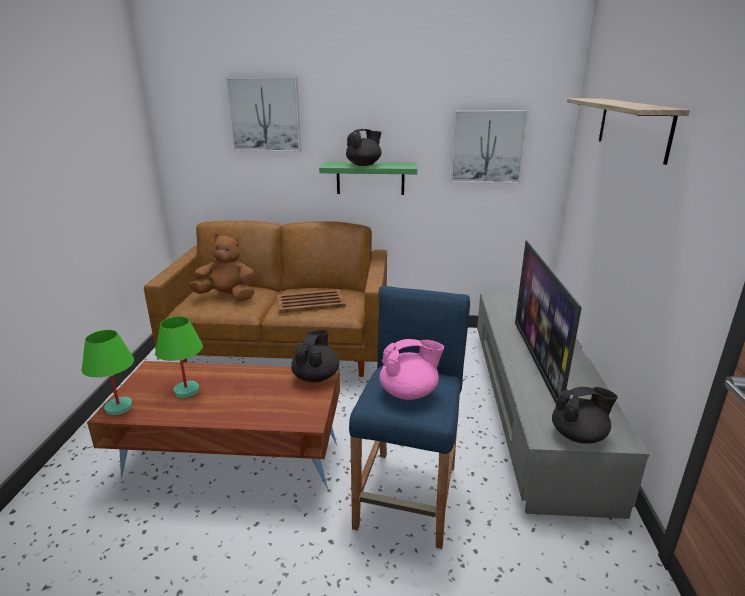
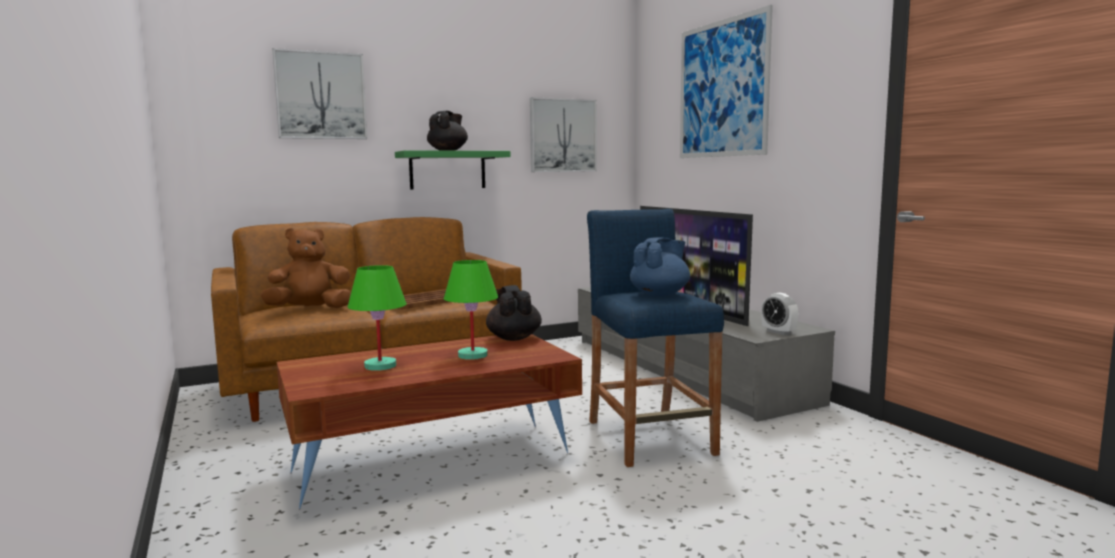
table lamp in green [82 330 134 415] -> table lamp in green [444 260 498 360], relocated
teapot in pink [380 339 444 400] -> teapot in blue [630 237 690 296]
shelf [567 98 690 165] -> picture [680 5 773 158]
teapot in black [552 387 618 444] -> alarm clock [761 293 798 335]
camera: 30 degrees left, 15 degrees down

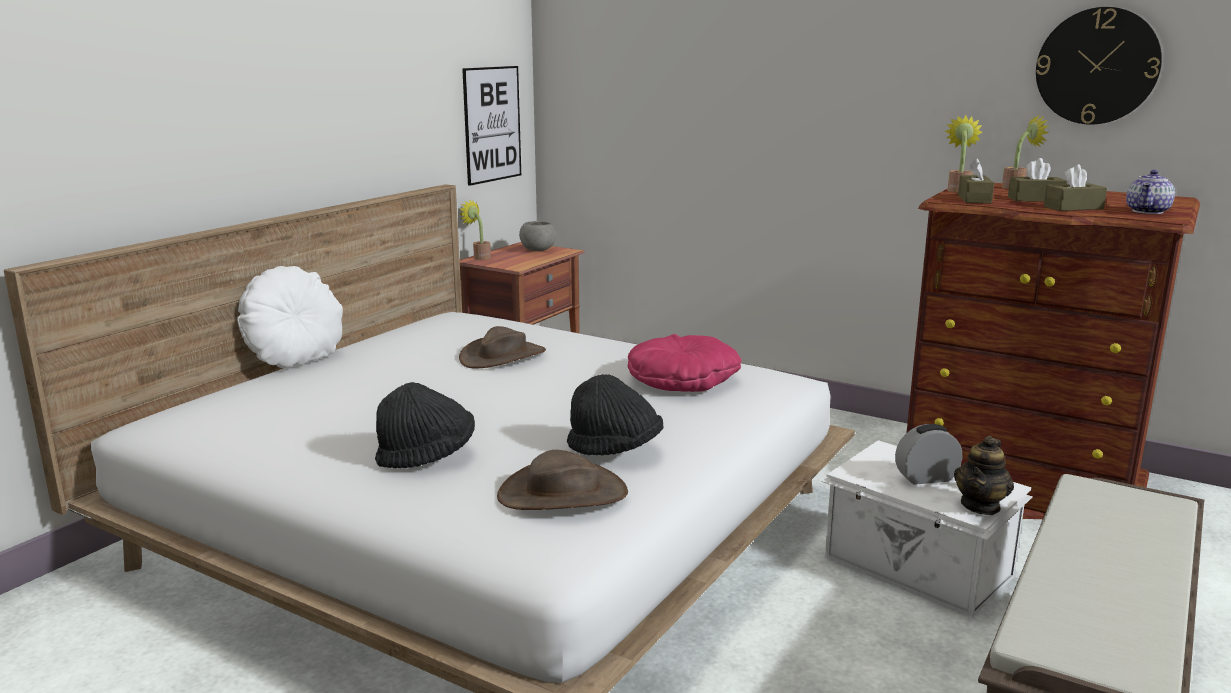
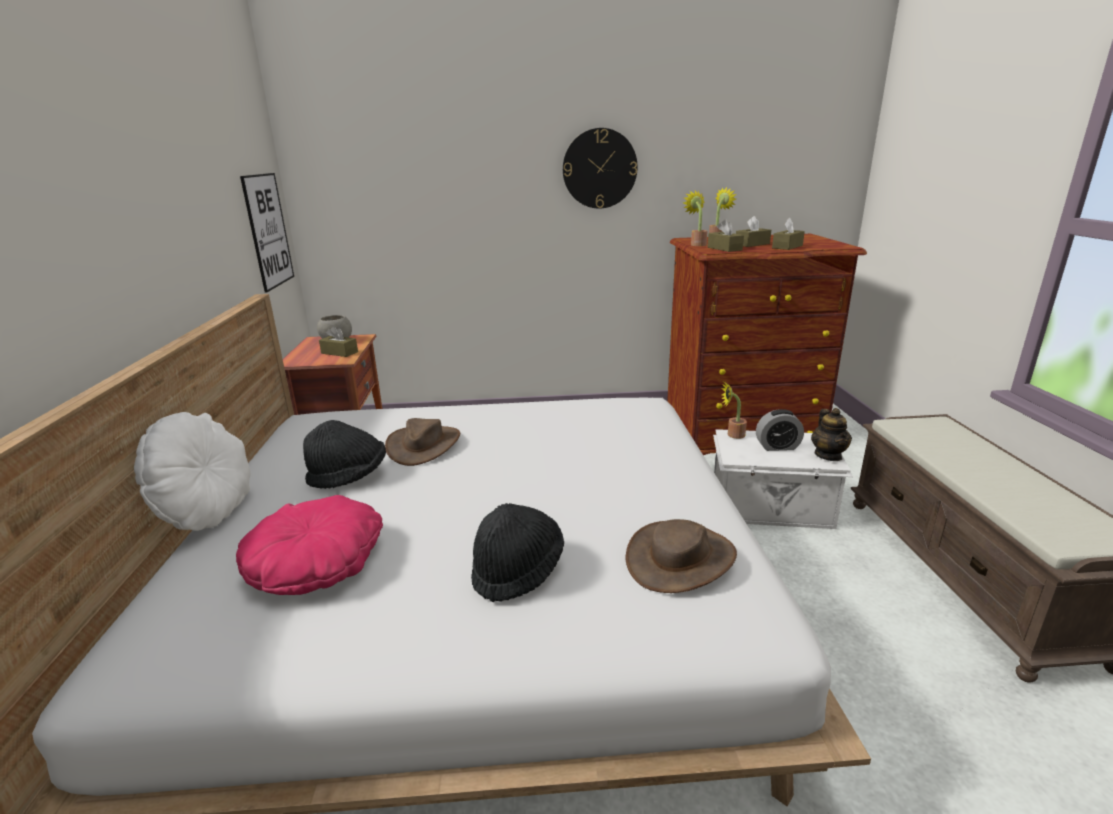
pillow in pink [628 334 741 392] -> pillow in pink [236 495 383 595], relocated
hat in black [567 374 664 455] -> hat in black [303 420 386 489], relocated
none -> tissue box in brown [319 326 358 357]
wall clock [1036 7 1162 125] -> wall clock [563 128 638 209], relocated
potted plant [459 199 491 260] -> potted plant [721 381 747 439], relocated
alarm clock [895 424 962 485] -> alarm clock [756 409 804 451], 135 degrees counterclockwise
teapot [1126 170 1175 214] -> none
camera: 35 degrees left, 5 degrees up

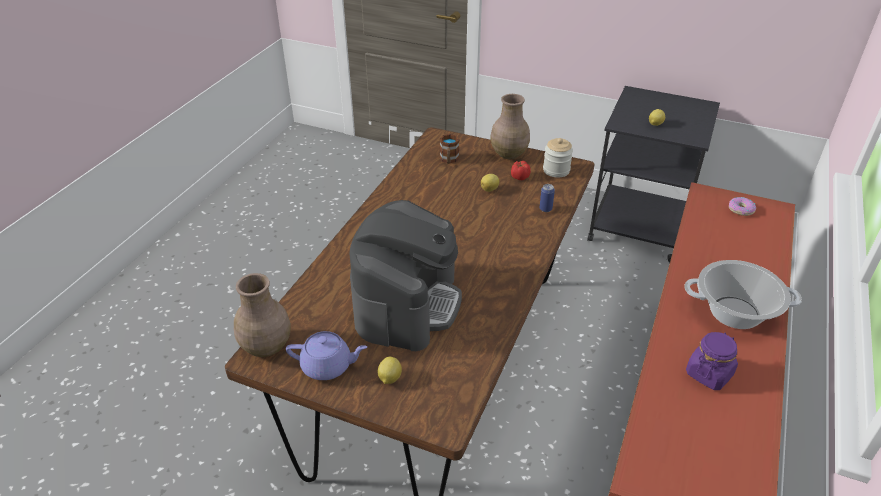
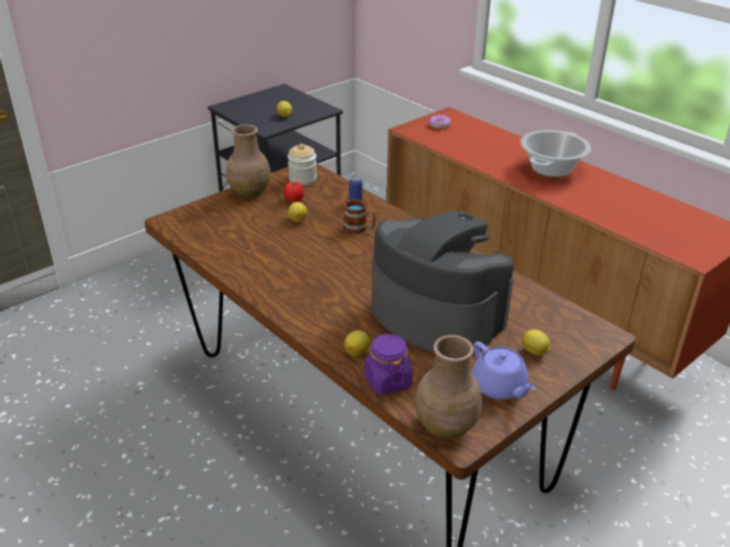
mug [440 134 460 164] -> mug [344 199 376 234], relocated
none -> lemon [344 330 369 357]
jar in purple [686 332 738 390] -> jar in purple [364 333 413 395], relocated
teapot in purple [286 331 367 380] -> teapot in purple [472 341 536 400], 120 degrees clockwise
camera: 65 degrees left, 5 degrees down

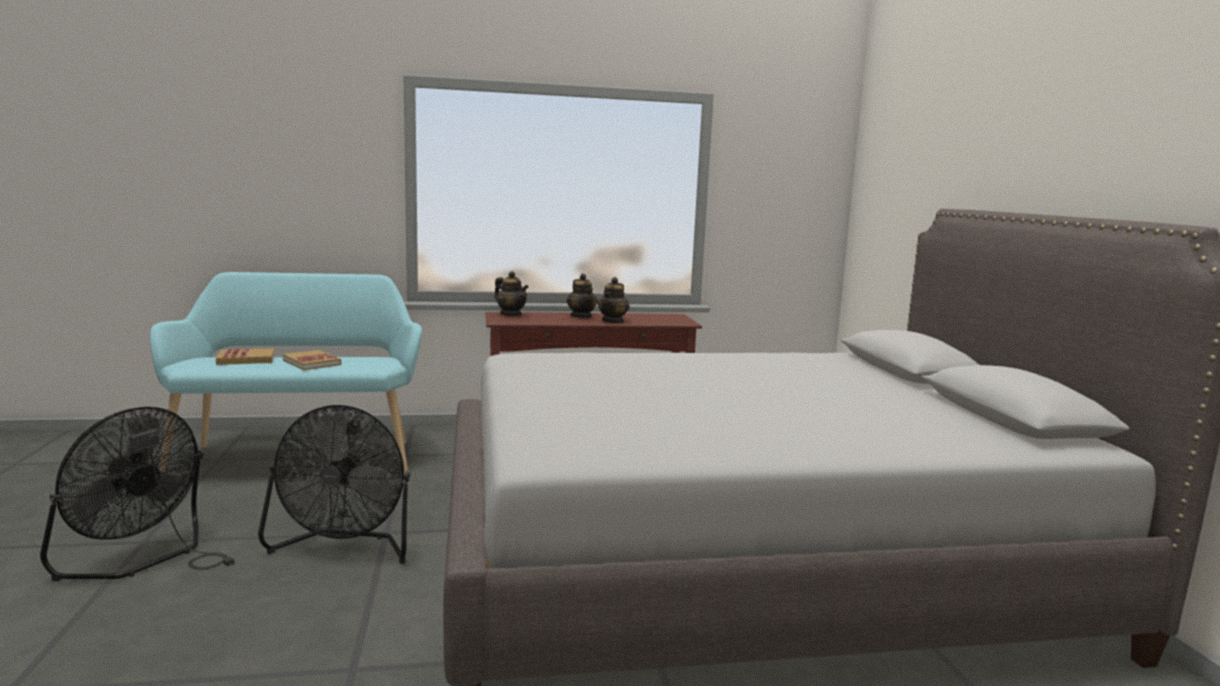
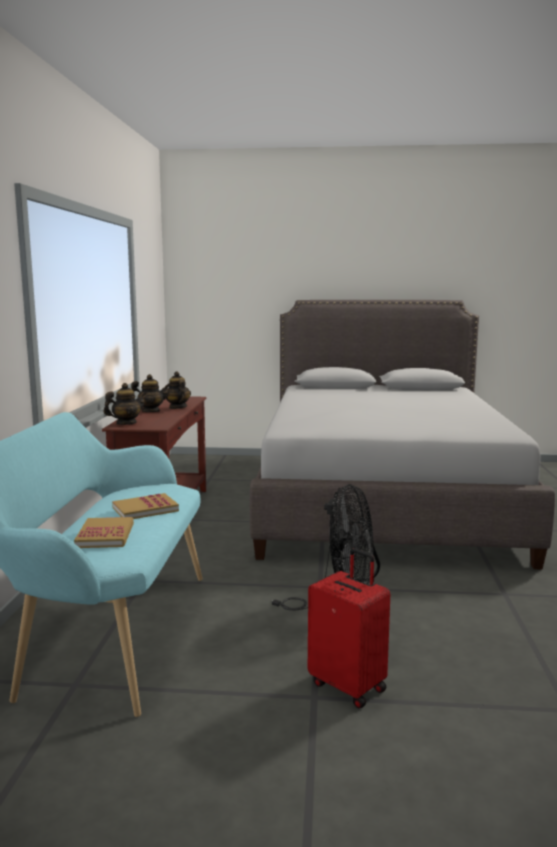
teapot [598 277 630 323] -> teapot [166 371 191 409], 150 degrees counterclockwise
fan in black [40 407 234 581] -> suitcase in red [308 548 390 708]
camera: 75 degrees left, 0 degrees up

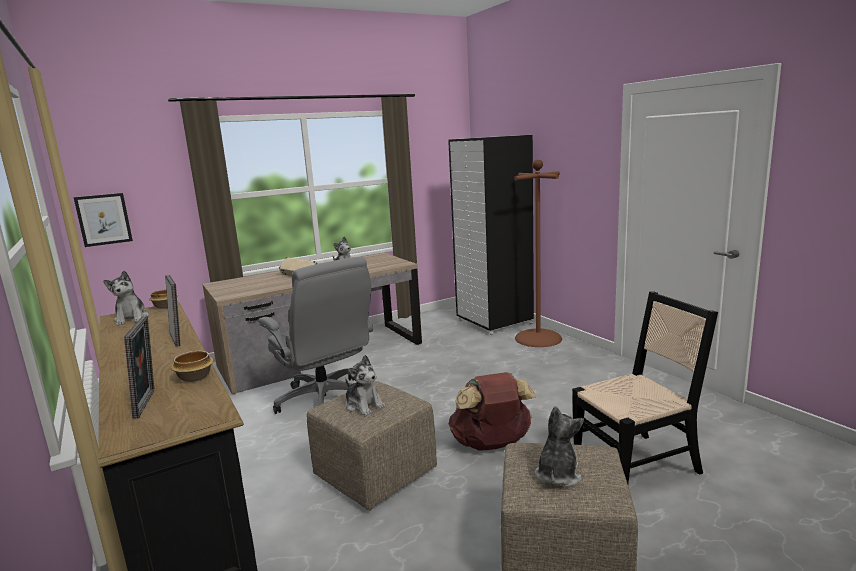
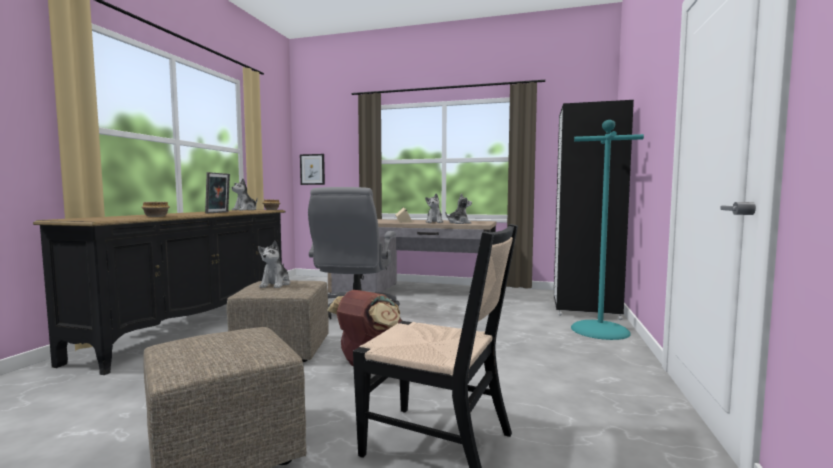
plush toy [535 406 584 487] -> plush toy [445 193 472 224], relocated
clothes rack in brown [514 160 562 347] -> clothes rack in turquoise [571 120 644 340]
picture frame [124 316 154 419] -> none
camera: 45 degrees right, 10 degrees down

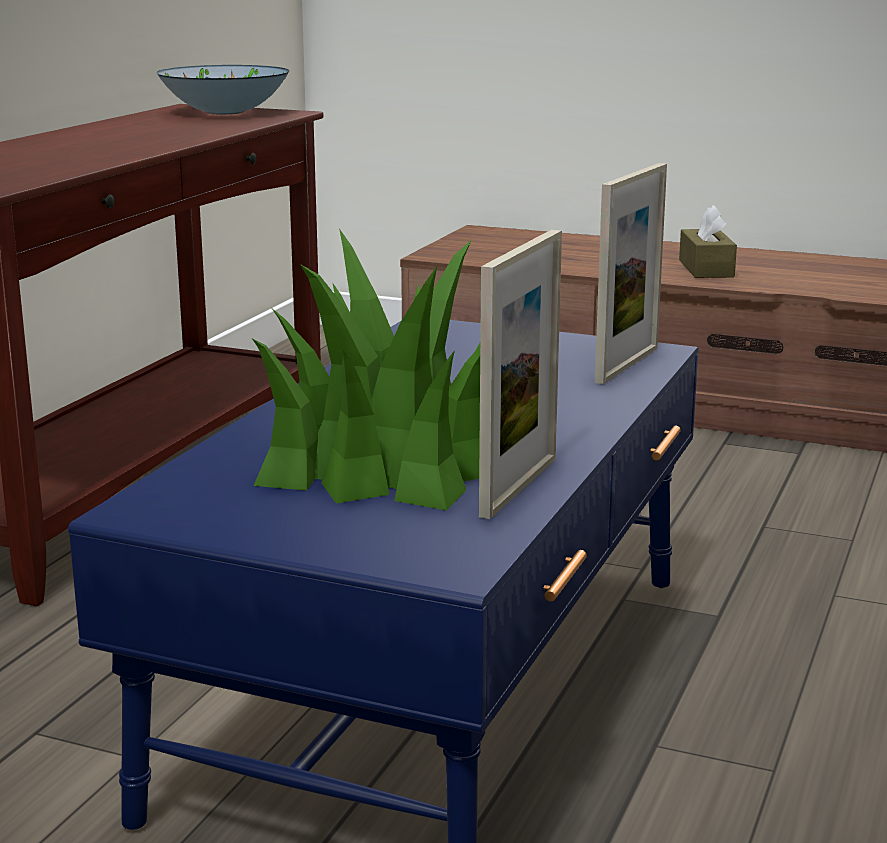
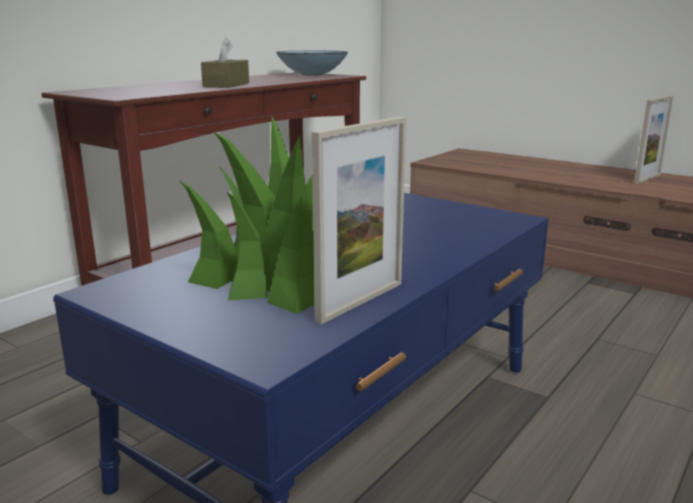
tissue box in brown [679 205 737 278] -> tissue box in brown [201 37 249 88], relocated
picture frame [595 163 667 384] -> picture frame [634 96 673 184], relocated
camera: 15 degrees right, 0 degrees up

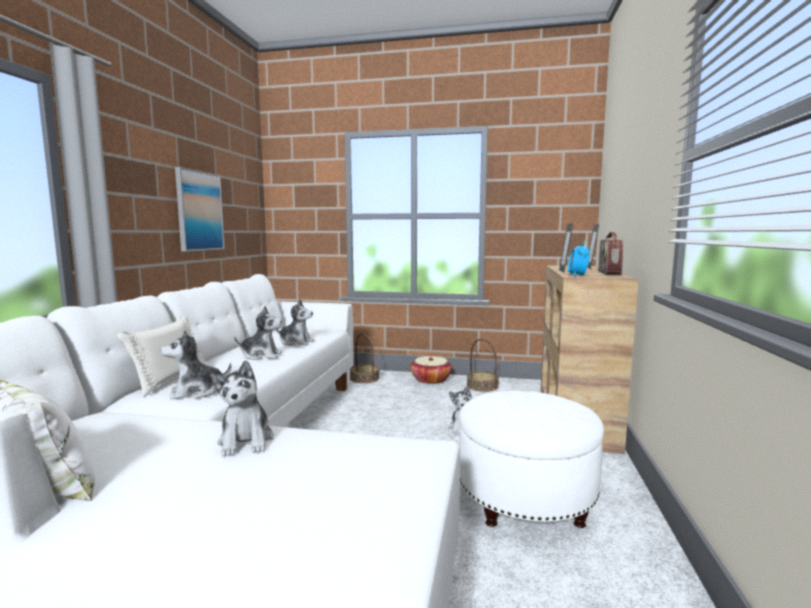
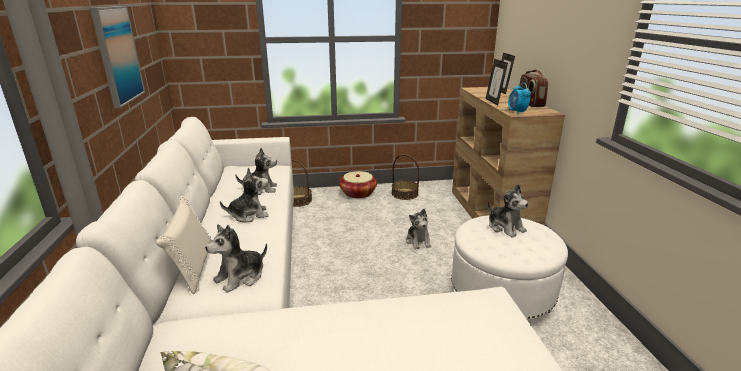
plush toy [211 360 274 457] -> plush toy [488 184 529 238], relocated
camera: 20 degrees left, 15 degrees up

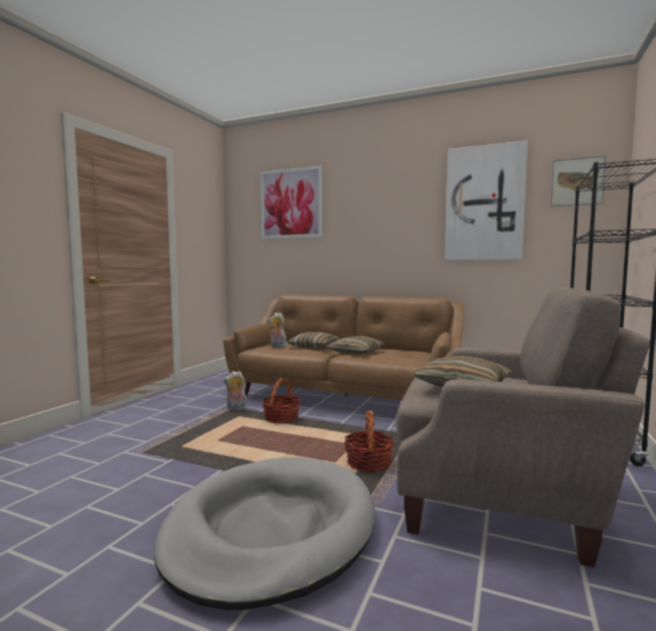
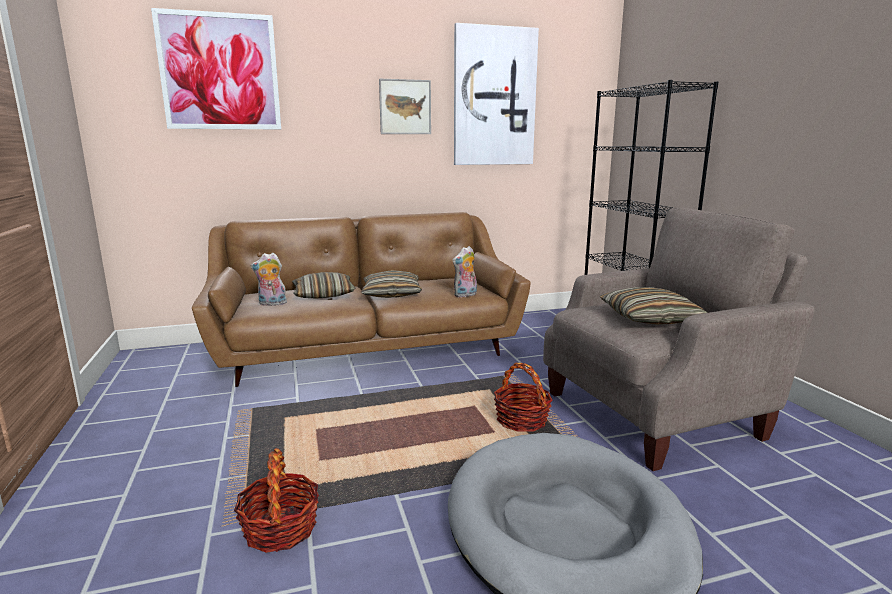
basket [262 378 300 423] -> basket [234 448 319 553], relocated
picture [550 155 606 207] -> picture [379 79 431 134], relocated
plush toy [223 371 247 410] -> plush toy [452 246 477 297], relocated
camera: 40 degrees left, 10 degrees up

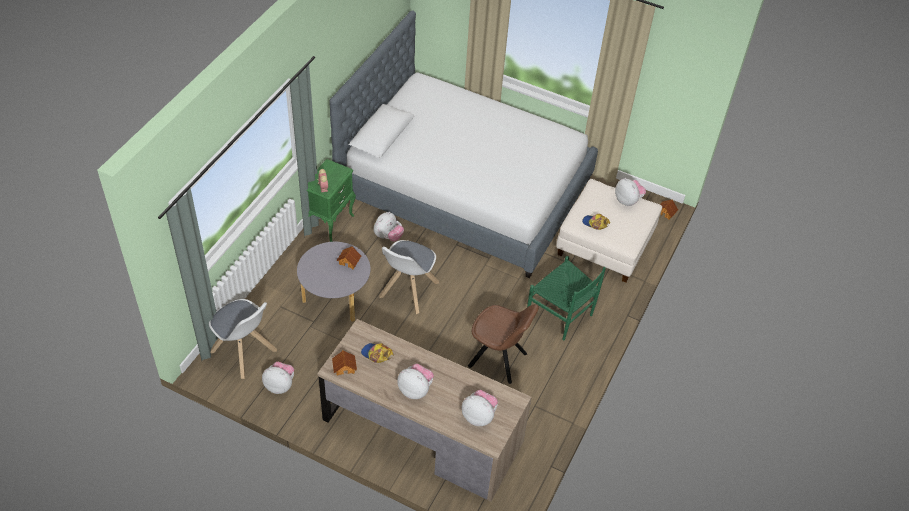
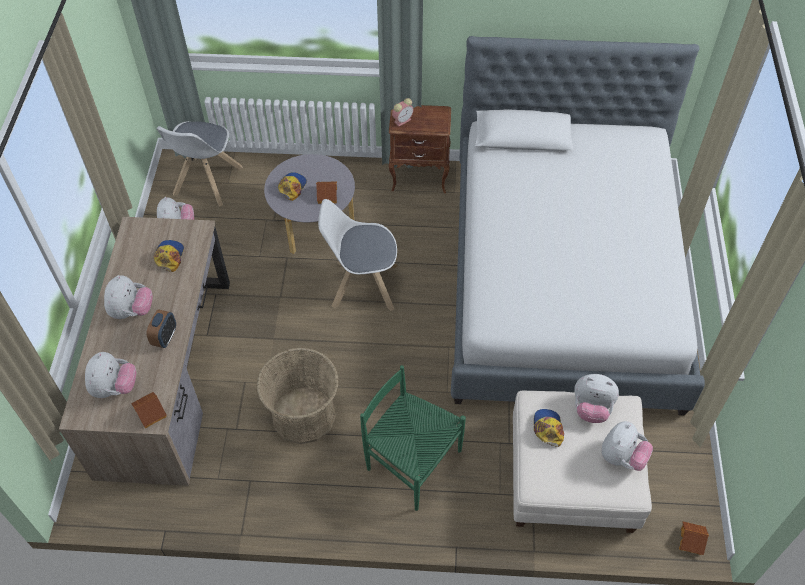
toy house [332 350 357 376] -> toy house [131 392 167 428], relocated
none -> alarm clock [146 309 176 348]
chair in brown [468 304 539 384] -> basket [257 348 339 444]
none -> cap [278 172 307 201]
chair in green [527 256 606 341] -> chair in green [360 365 466 511], 105 degrees clockwise
nightstand in green [307 159 356 242] -> nightstand in brown [389 105 451 193]
plush toy [374 212 404 242] -> plush toy [574 374 619 423], relocated
camera: 70 degrees right, 5 degrees up

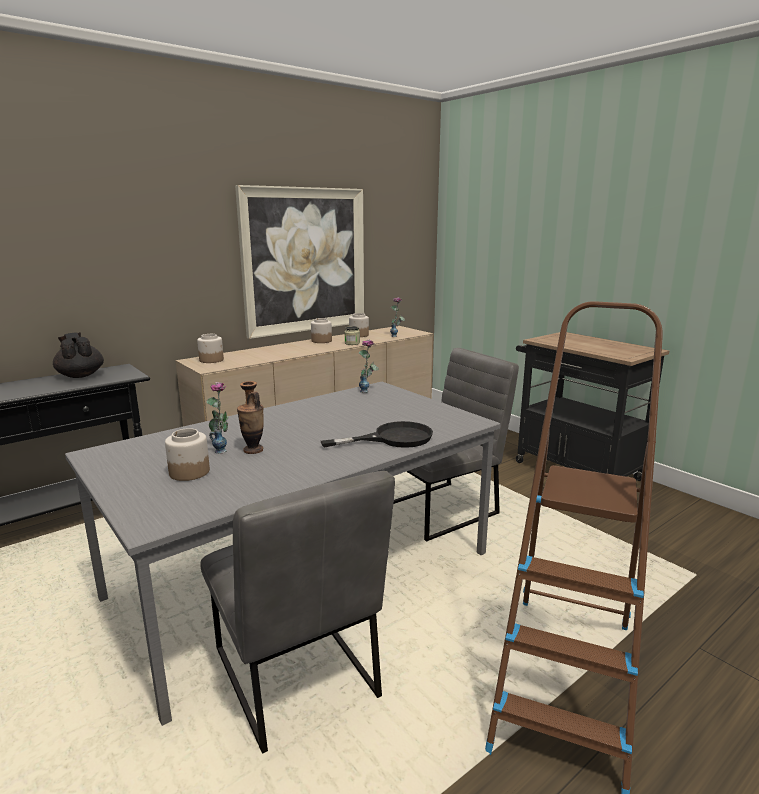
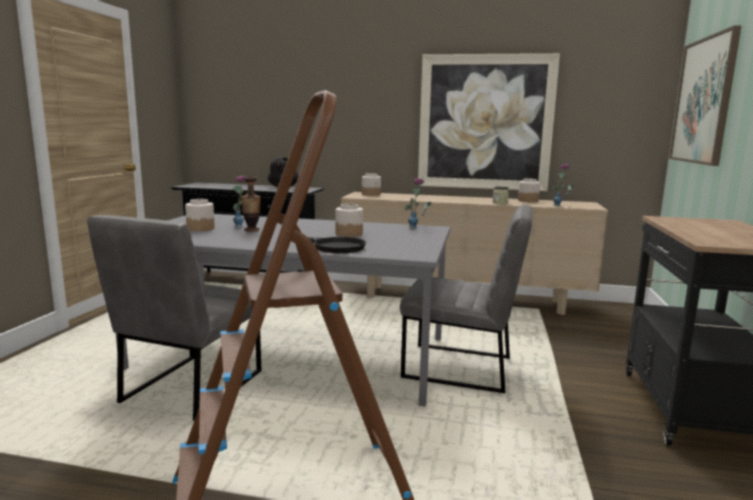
jar [311 318 332 343] -> jar [336 203 363 237], relocated
none -> picture [669 25 742 166]
camera: 50 degrees right, 5 degrees down

